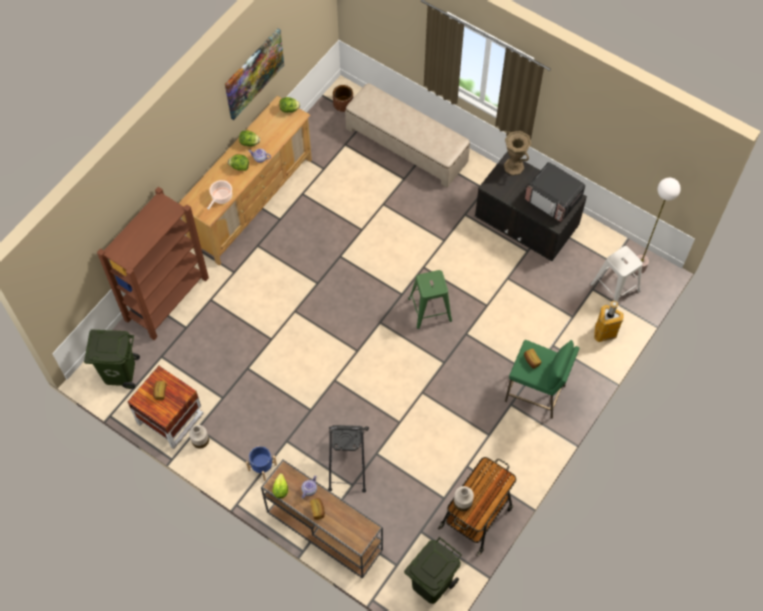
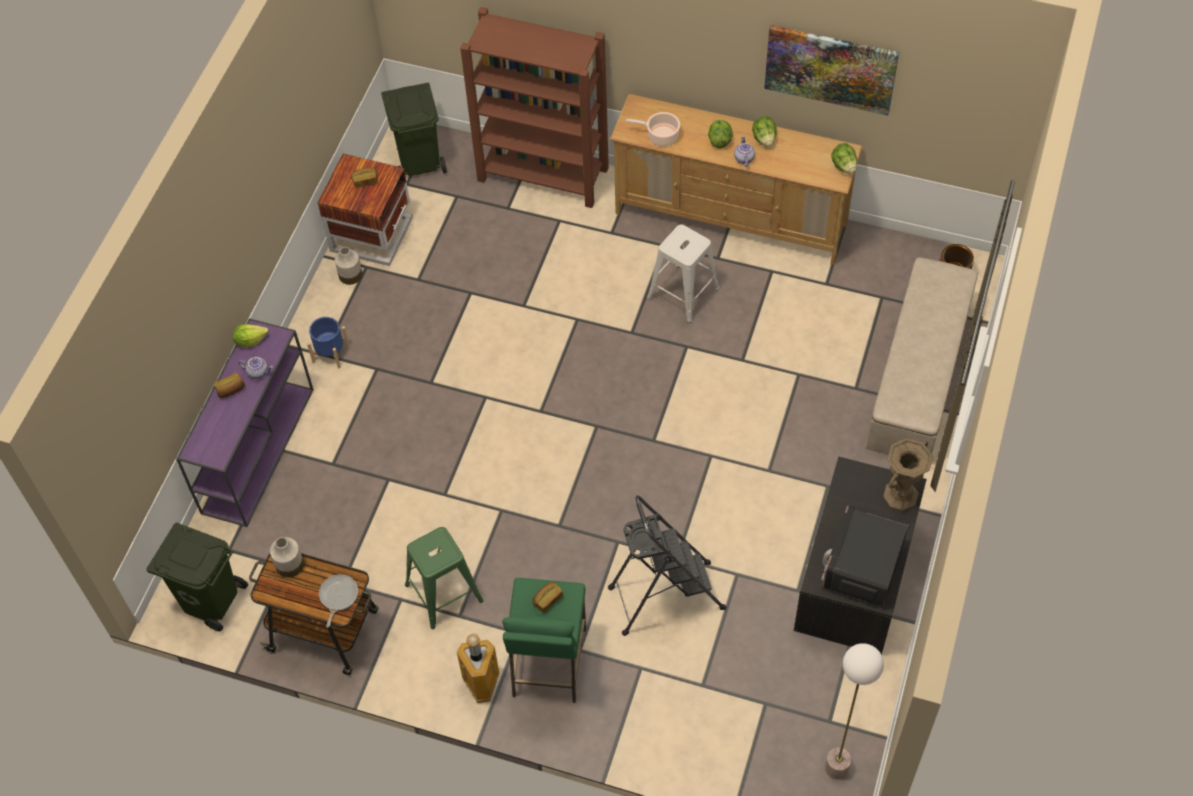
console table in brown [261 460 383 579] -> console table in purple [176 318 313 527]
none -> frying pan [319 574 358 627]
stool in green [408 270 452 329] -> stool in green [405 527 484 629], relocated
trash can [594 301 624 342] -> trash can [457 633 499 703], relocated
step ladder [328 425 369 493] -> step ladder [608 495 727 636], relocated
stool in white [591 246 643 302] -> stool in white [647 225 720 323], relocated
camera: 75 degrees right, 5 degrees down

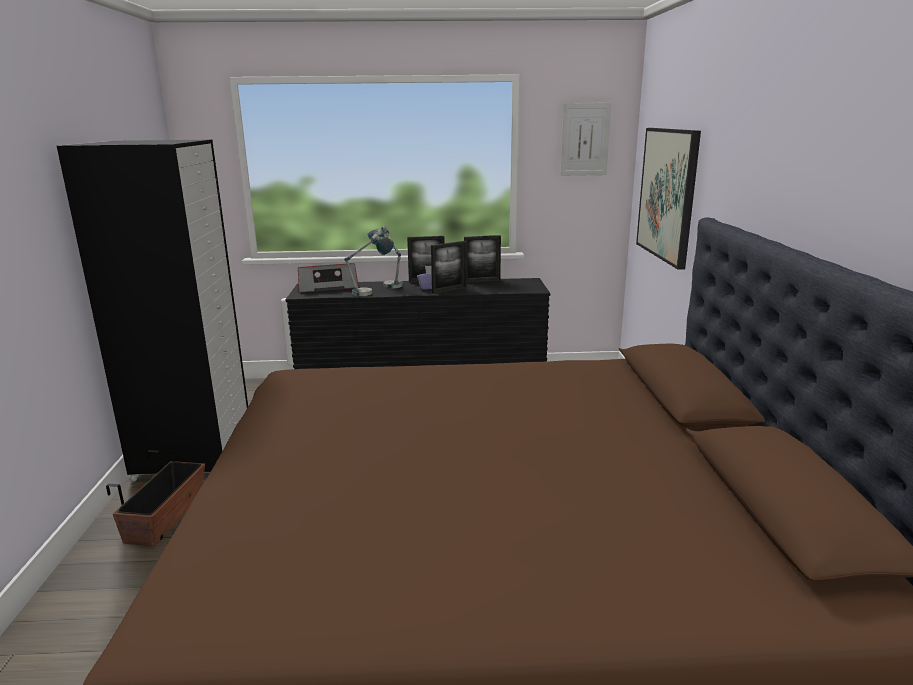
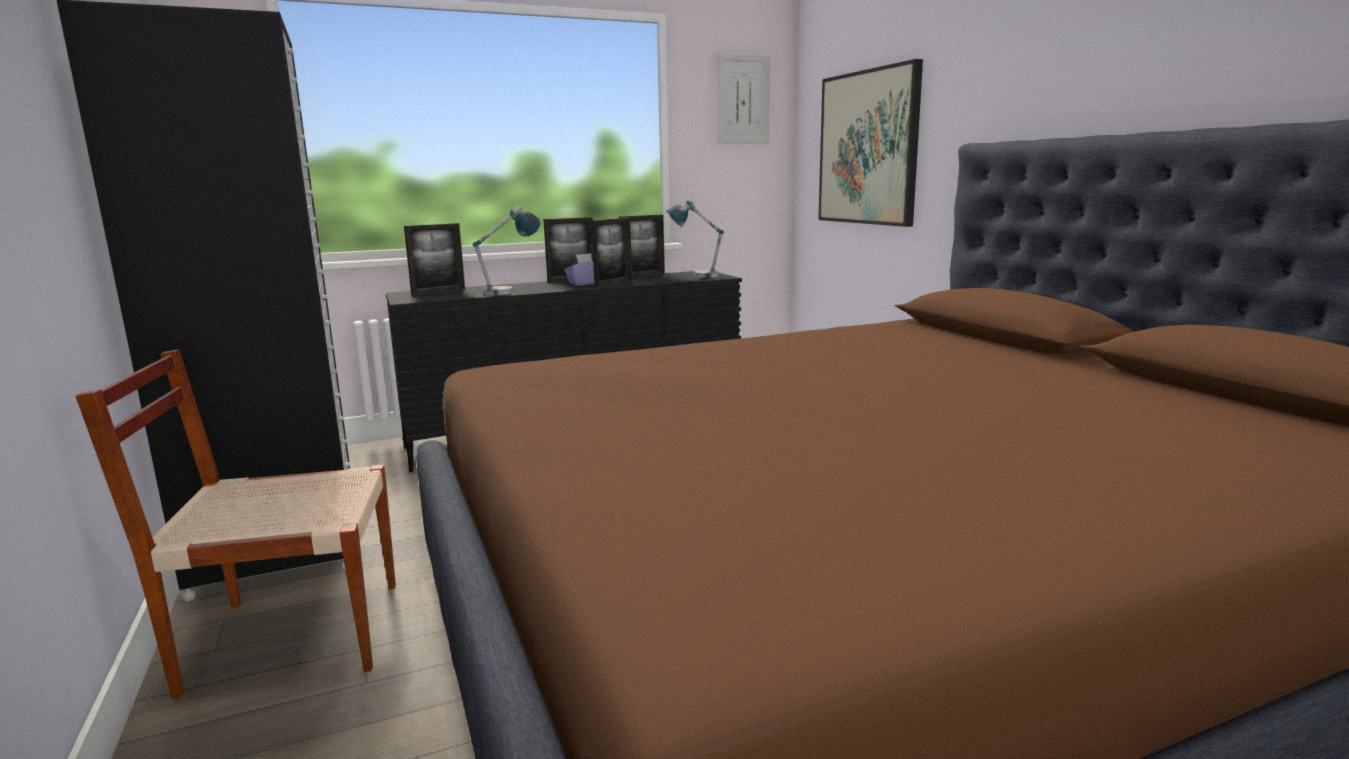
planter [106 450 205 546] -> chair [76 349 396 699]
radio [298 263 359 293] -> picture frame [404 223 465 295]
table lamp [367 226 403 288] -> table lamp [667 199 724 278], relocated
camera: 20 degrees left, 5 degrees down

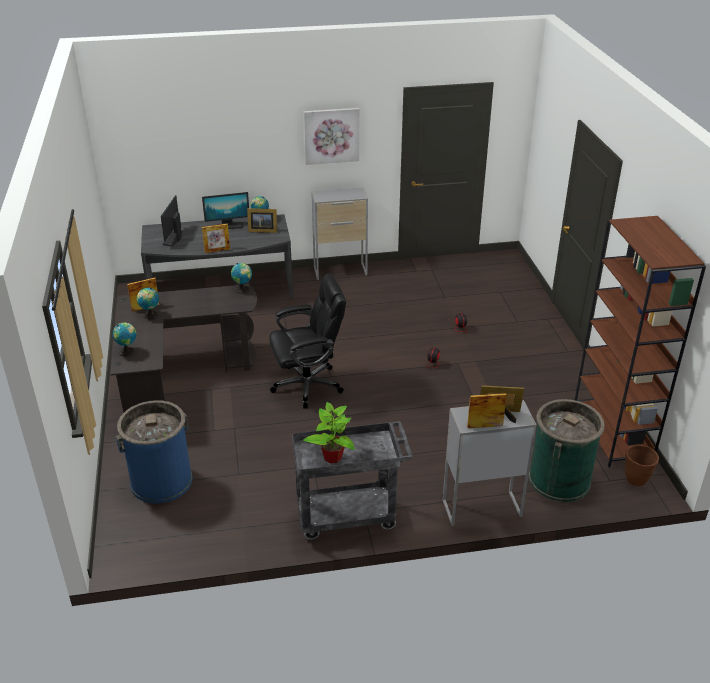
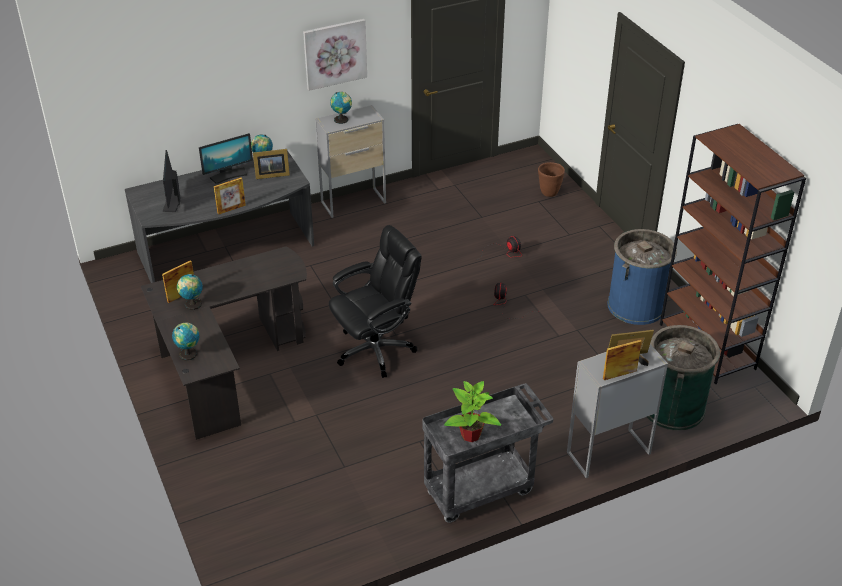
globe [231 263 252 294] -> globe [330 92 352 124], relocated
planter in brown [625 445 659 486] -> planter in brown [538 162 565 197], relocated
trash can in blue [116 400 192 503] -> trash can in blue [607 229 677 325], relocated
camera: 15 degrees left, 5 degrees up

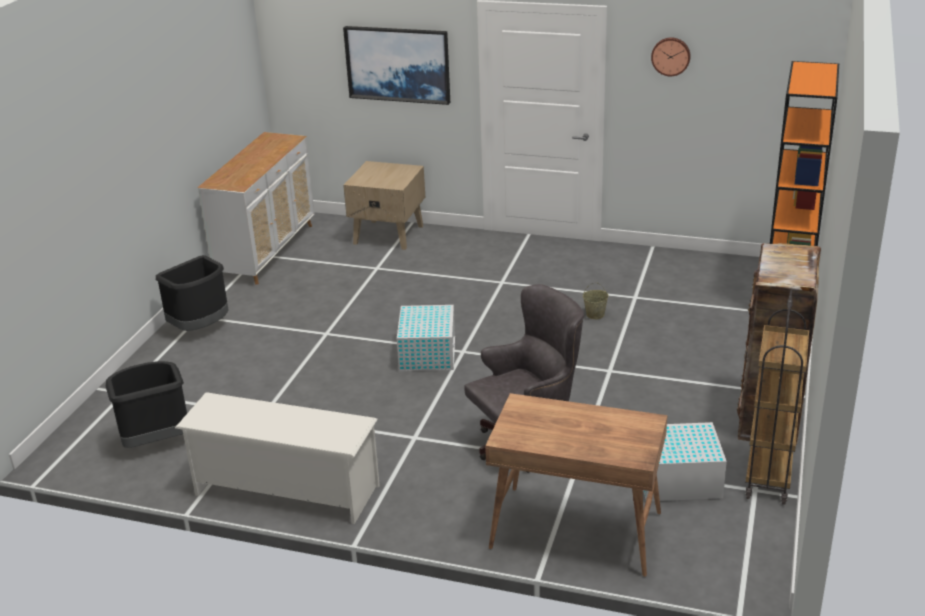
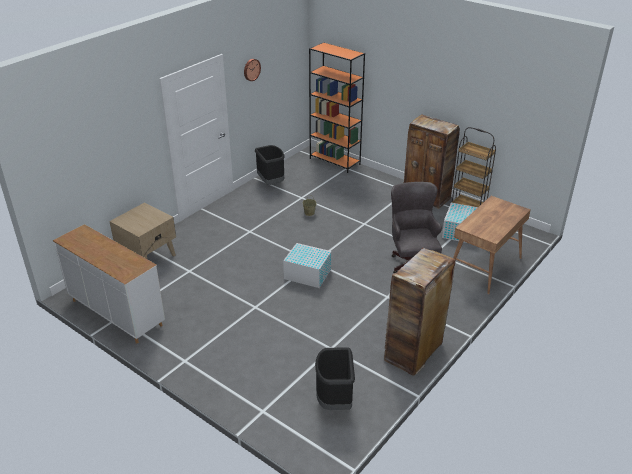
trash can in black [156 255 229 331] -> trash can in black [255 145 285 185], relocated
shoe rack in white [175 392 380 524] -> cabinet in brown [384 248 456 376]
picture [343 26 450 105] -> none
camera: 70 degrees left, 5 degrees up

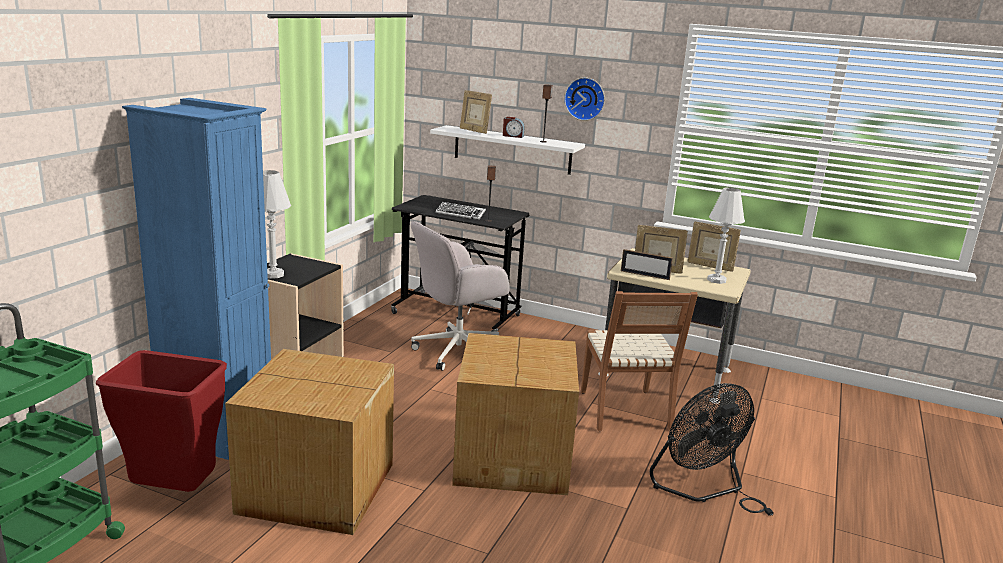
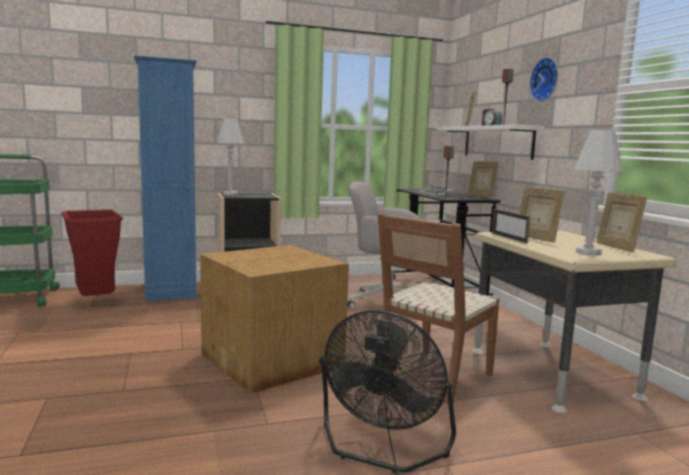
none -> picture frame [468 161 499 198]
cardboard box [225 349 394 535] -> none
camera: 50 degrees right, 10 degrees down

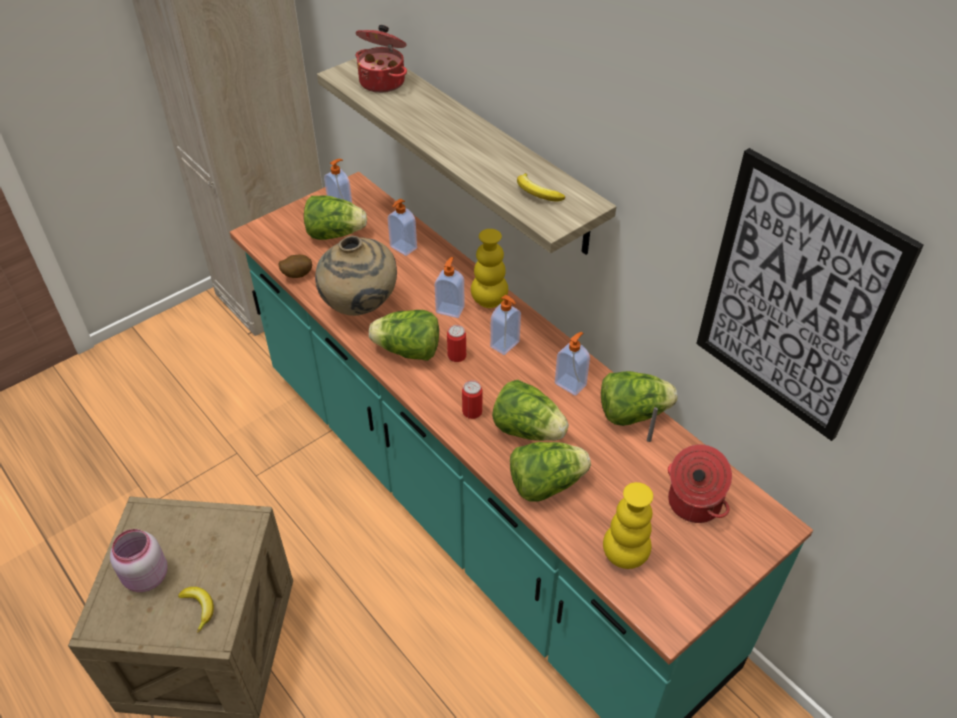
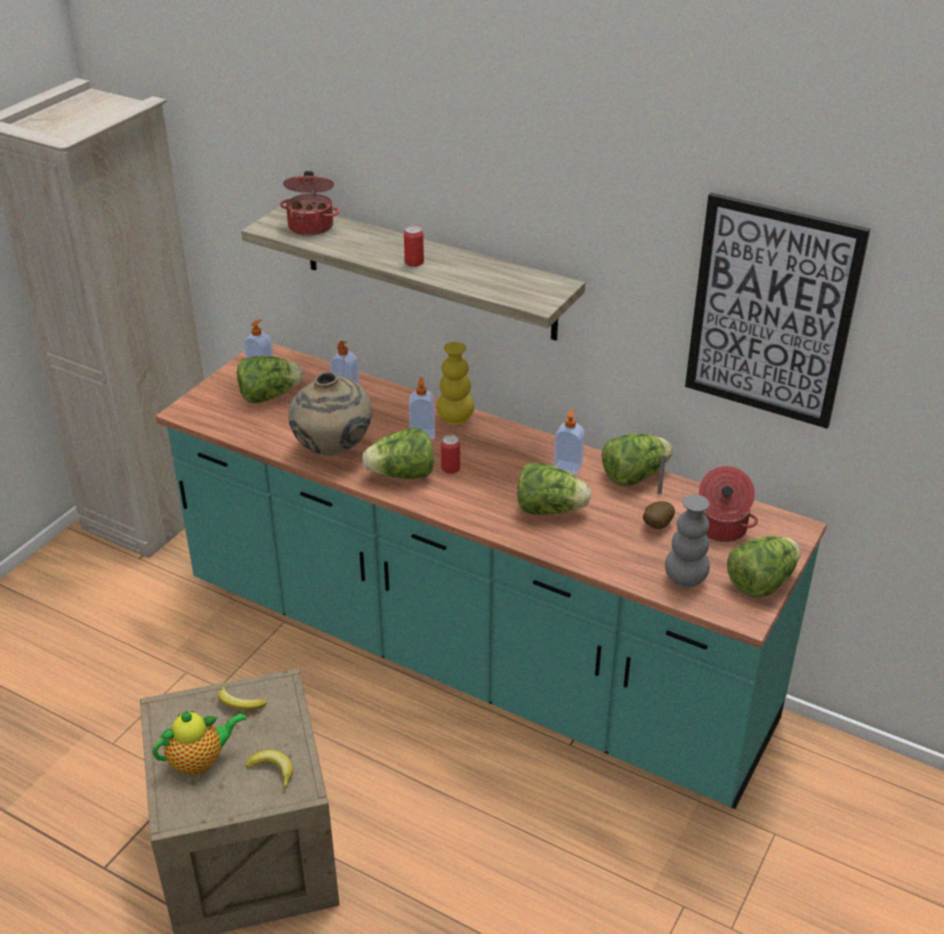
jar in pink [110 529 168 592] -> teapot [153 710 246 776]
banana [517 173 565 202] -> banana [218 685 267 710], relocated
can [462 380 482 419] -> can [404 225 424 267], relocated
potato [279 255 312 278] -> potato [643 501 675 529], relocated
vase in yellow [603 482 653 569] -> vase in grey [665 494 710 588]
lettuce [510 442 591 502] -> lettuce [727 536 801 598], relocated
soap dispenser [490 295 521 355] -> none
camera: 20 degrees left, 10 degrees down

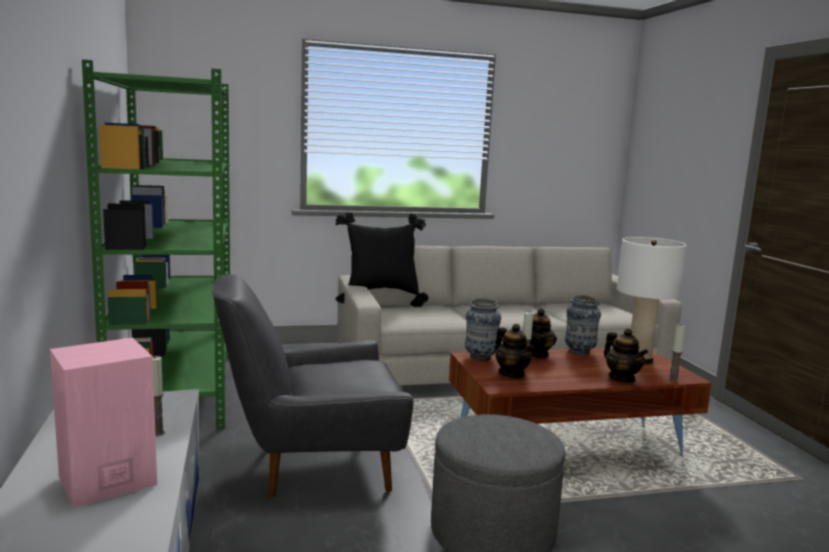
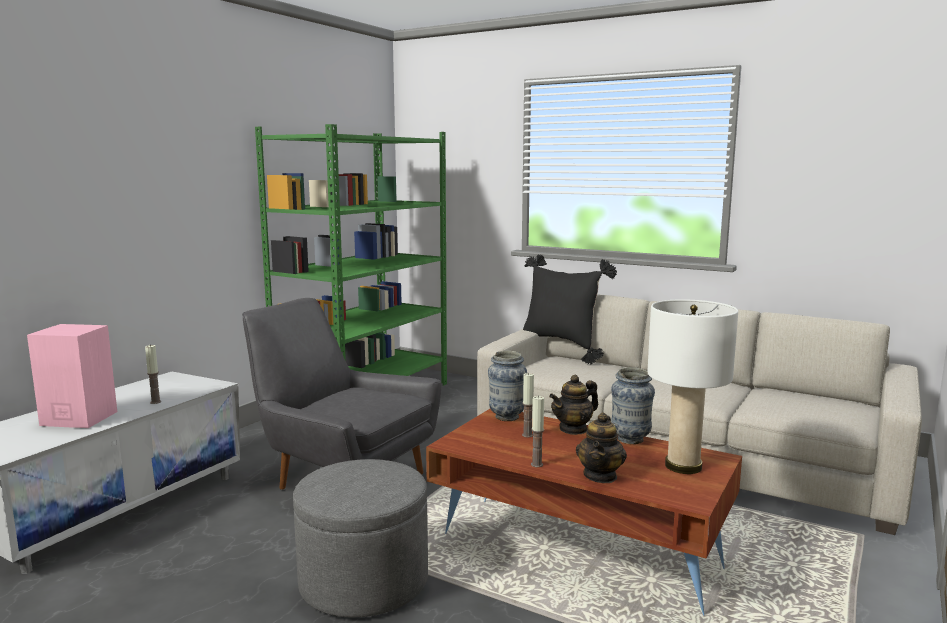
candle [668 324 686 382] -> candle [531 395 544 467], relocated
teapot [495 324 534 378] -> none
camera: 45 degrees right, 0 degrees up

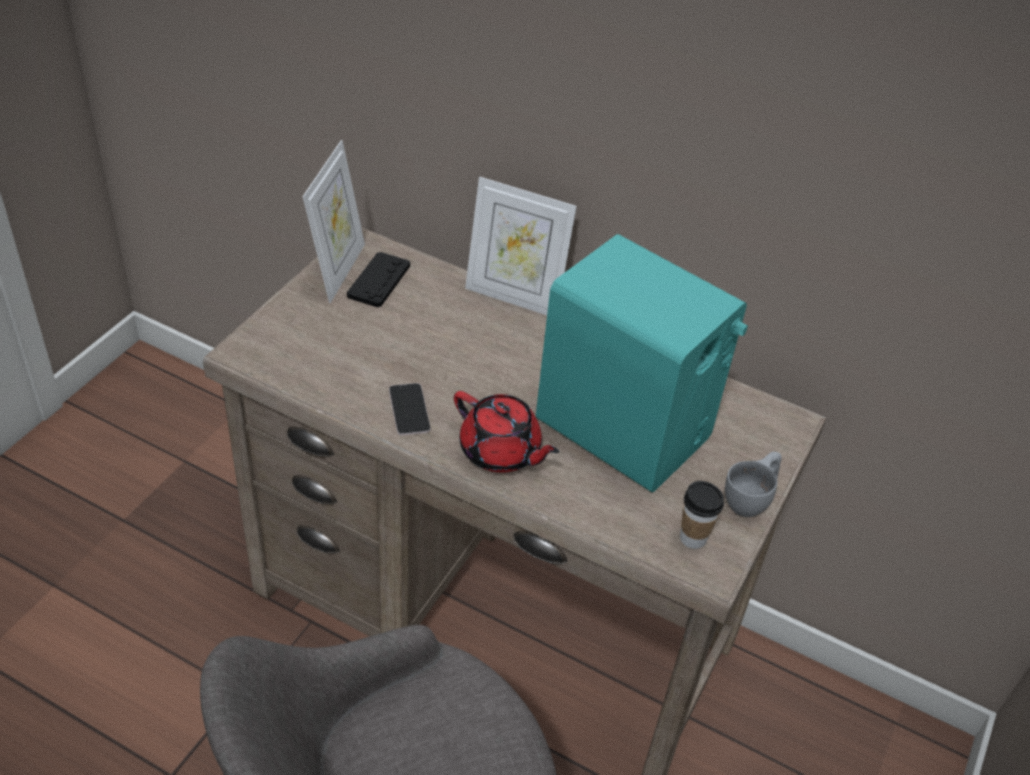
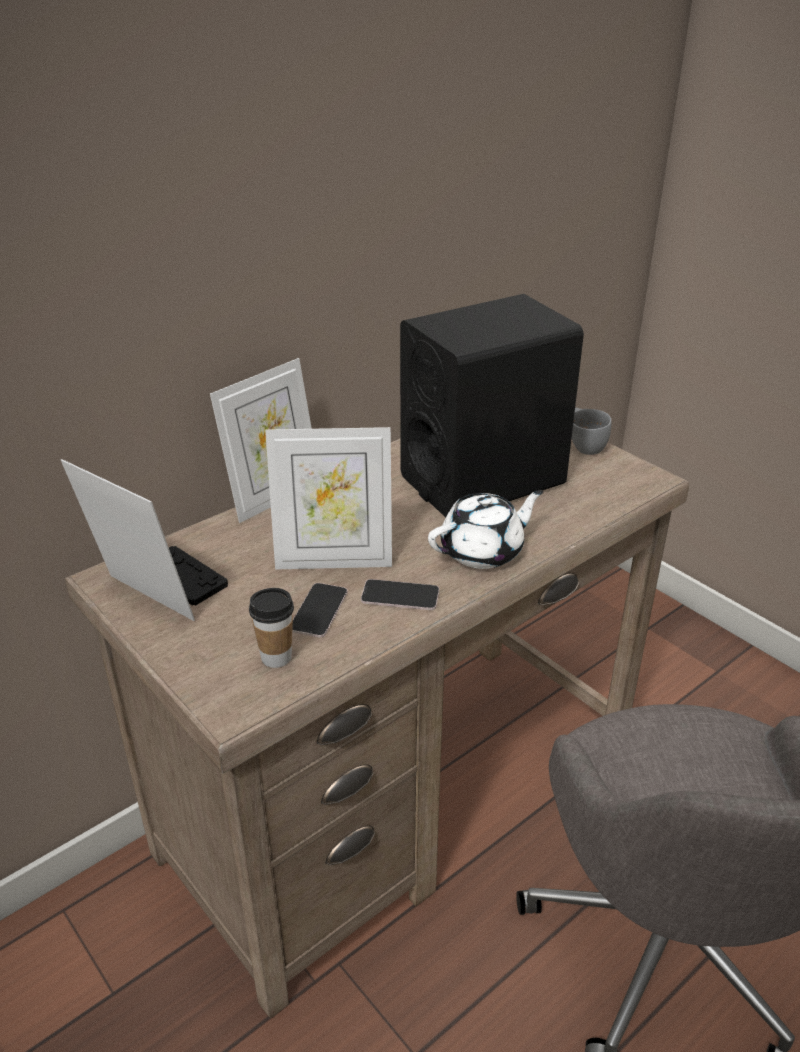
cup [680 481 724 549] -> cup [249 588 294 668], relocated
none -> picture frame [265 427 392 569]
none -> phone [292 583 348 638]
speaker in turquoise [536 234 748 492] -> speaker in black [400 294 584 518]
teapot in red [454 391 559 472] -> teapot in white [428 490 544 569]
camera: 65 degrees left, 10 degrees down

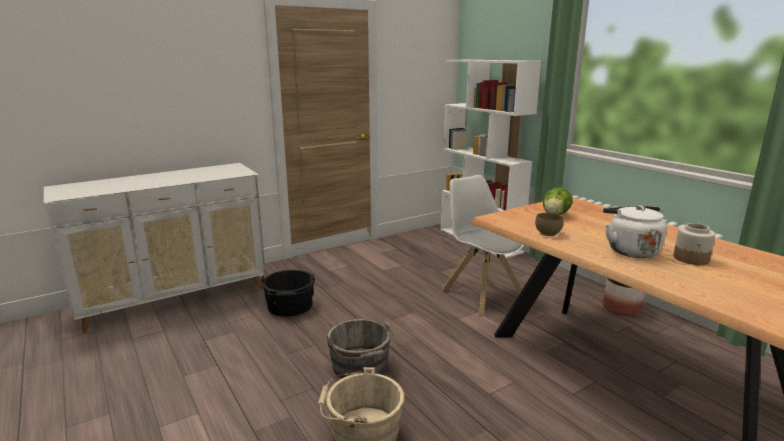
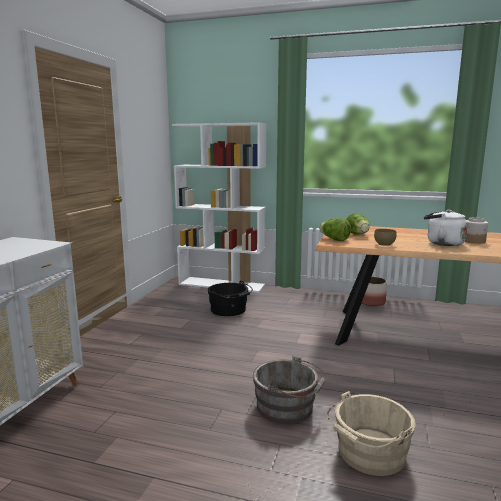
bucket in black [260 270 315 316] -> bucket in black [208 281 253 316], relocated
none -> lettuce [320 218 351 241]
chair [442 175 524 316] -> none
camera: 40 degrees left, 5 degrees down

